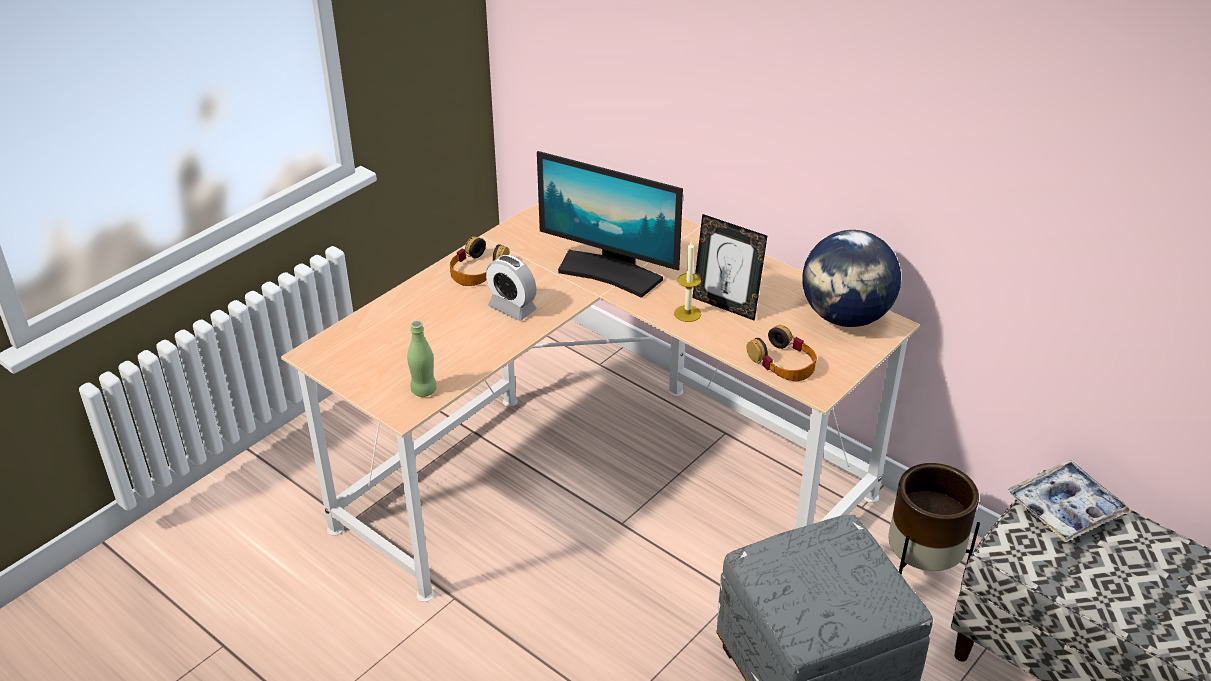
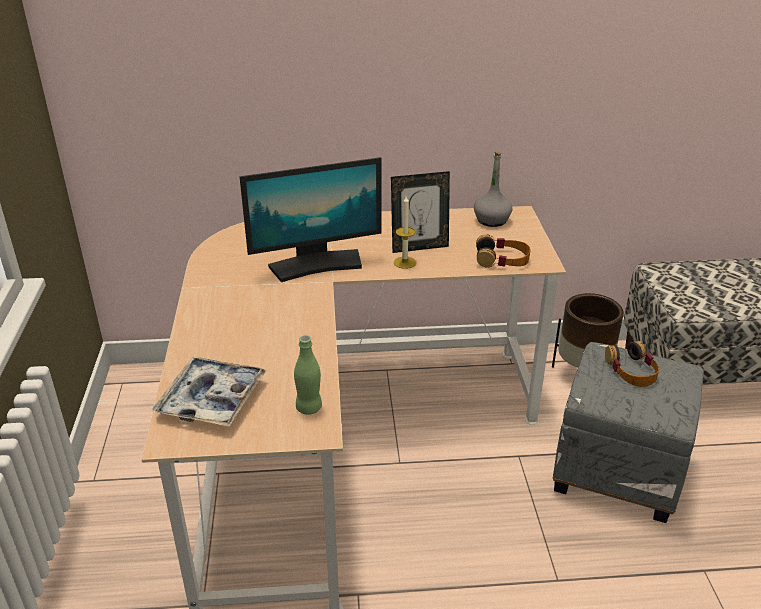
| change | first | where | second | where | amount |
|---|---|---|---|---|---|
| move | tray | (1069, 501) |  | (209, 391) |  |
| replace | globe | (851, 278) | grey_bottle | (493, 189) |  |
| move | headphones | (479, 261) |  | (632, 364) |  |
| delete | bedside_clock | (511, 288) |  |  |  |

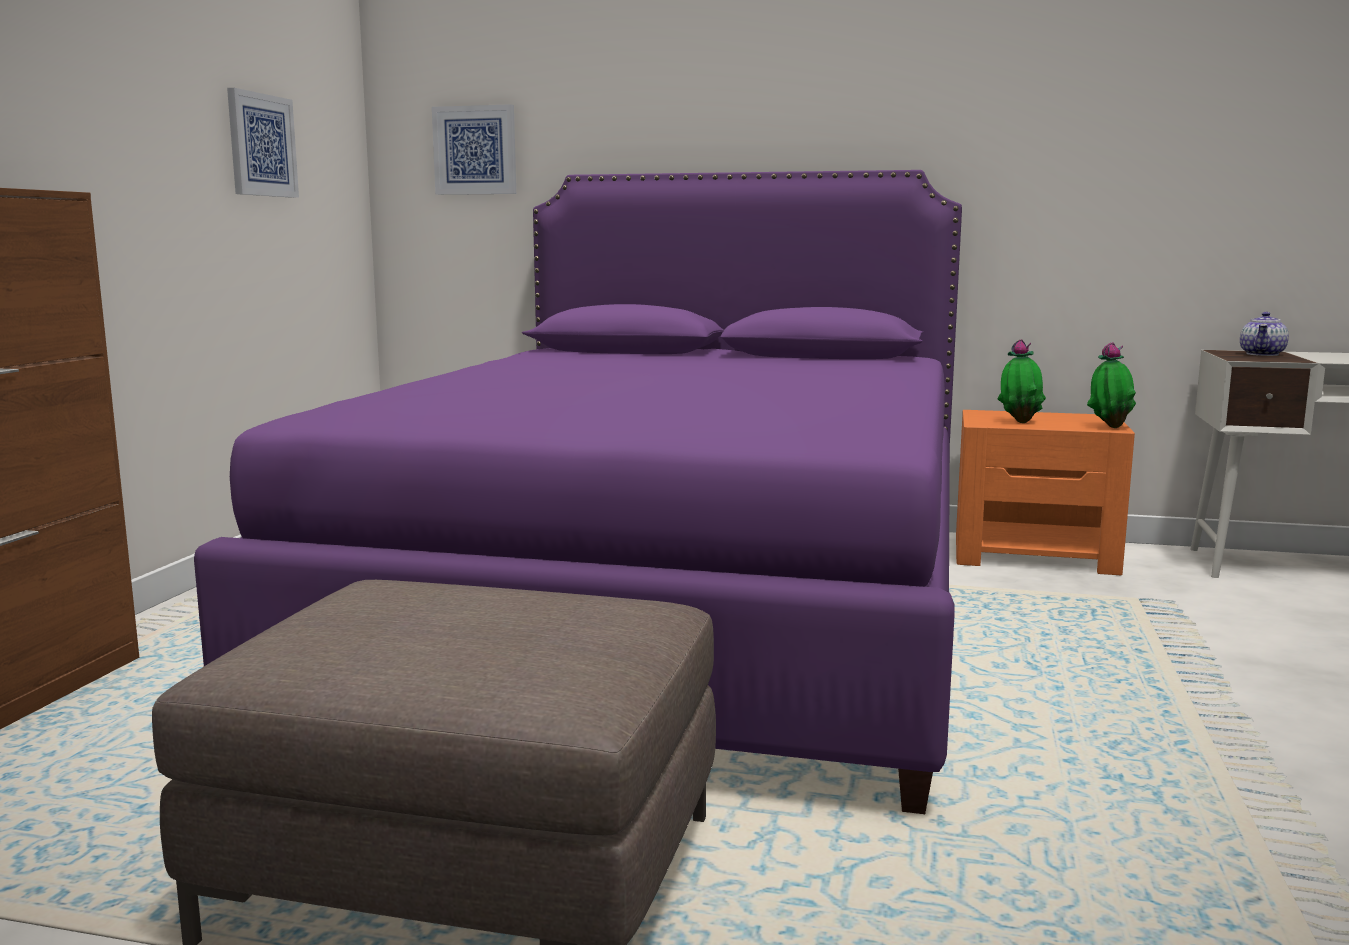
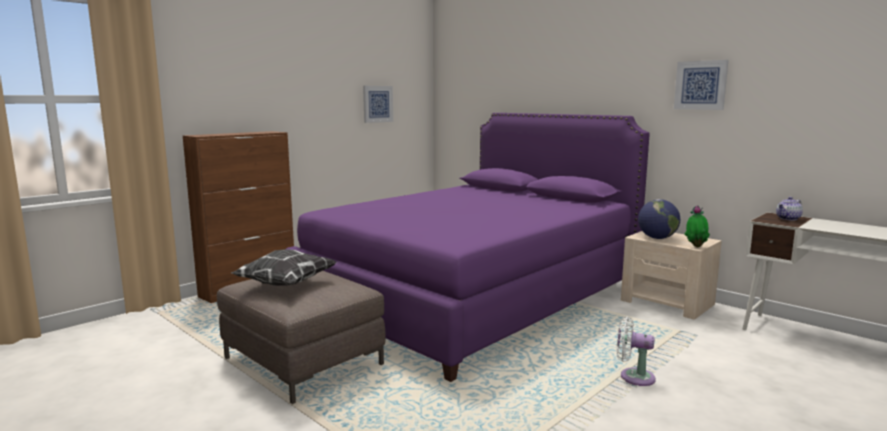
| change | first | where | second | where | amount |
|---|---|---|---|---|---|
| insert |  |  | cushion | (284, 267) |  |
| insert |  |  | white_electric_fan | (636, 351) |  |
| recolor | orange-coloured_night_table | (1045, 492) | beige-coloured_night_table | (671, 275) |  |
| replace | potted_plant | (1022, 381) | globe | (659, 219) |  |
| move | picture | (474, 149) |  | (701, 85) |  |

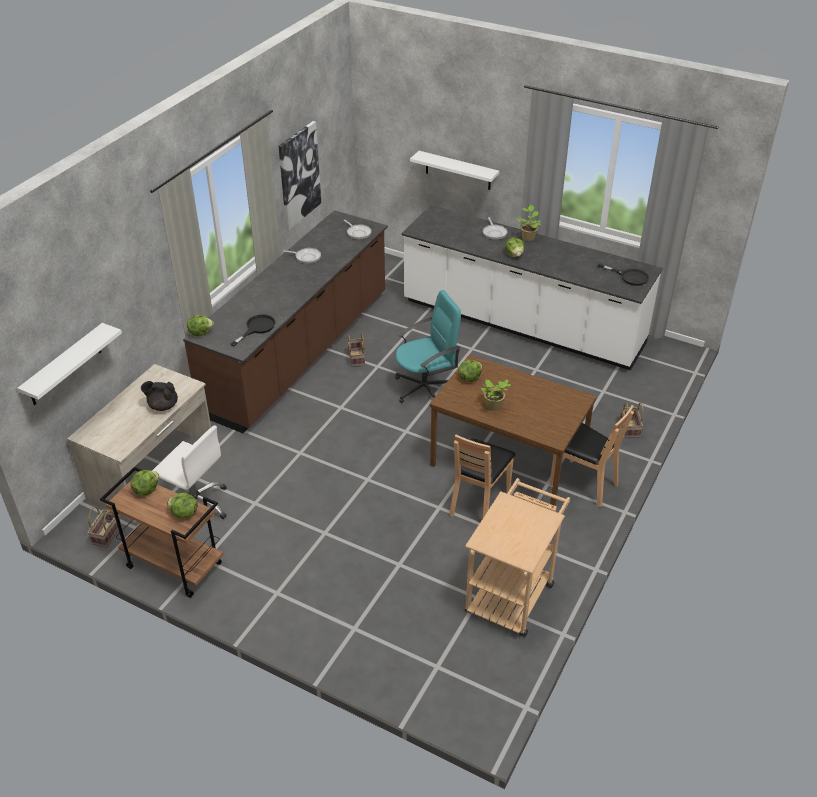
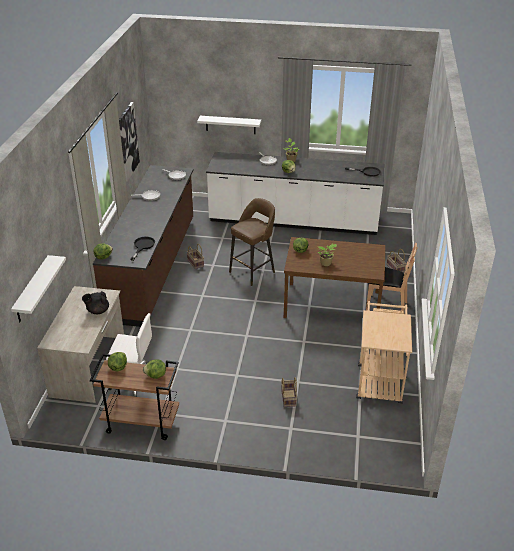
| change | first | where | second | where | amount |
|---|---|---|---|---|---|
| replace | blue-green_office_chair | (428, 346) | brownish_stool_seat | (252, 242) |  |
| move | basket | (104, 527) |  | (289, 392) |  |
| delete | brownish_upright_chair | (482, 476) |  |  |  |

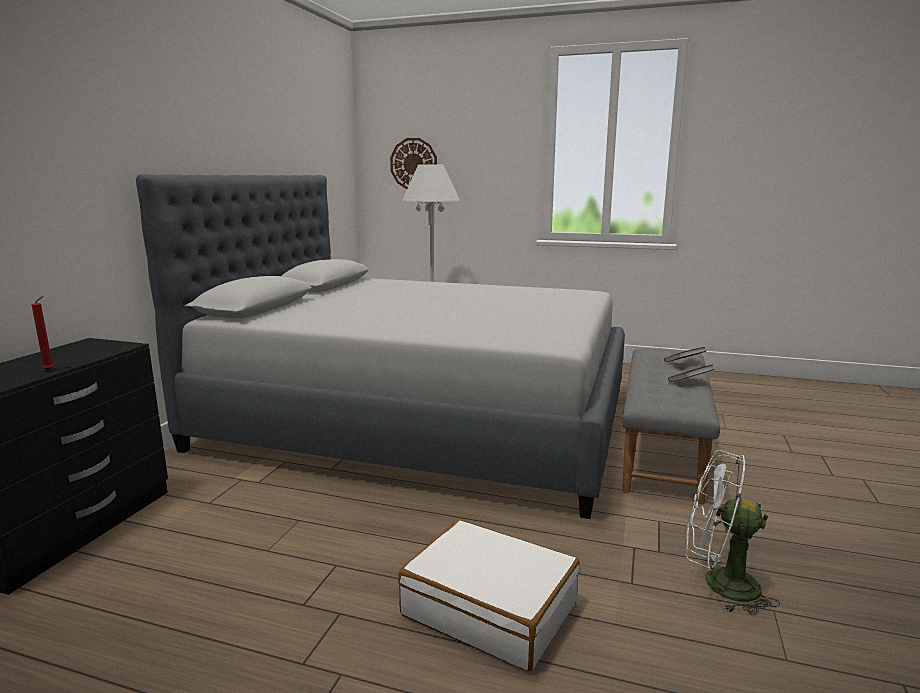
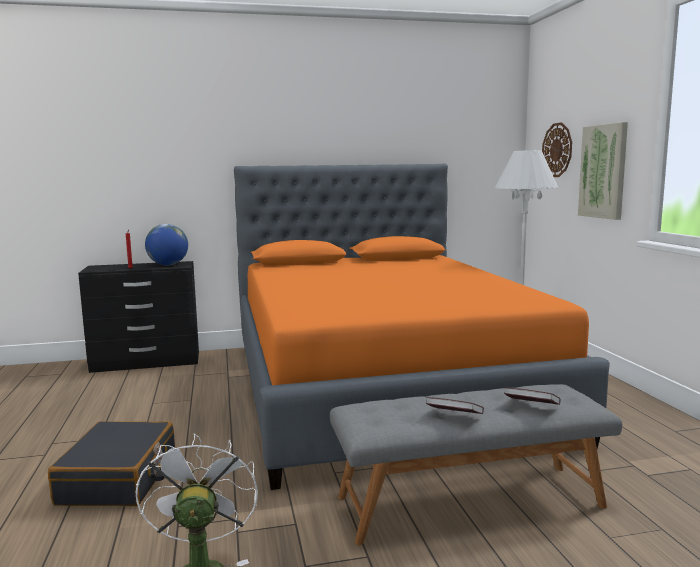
| change | first | where | second | where | amount |
|---|---|---|---|---|---|
| recolor | white_suitcase | (489, 595) | black_suitcase | (111, 463) |  |
| insert |  |  | globe | (166, 244) |  |
| recolor | grey_bedroom_bed | (380, 346) | orange-coloured_bedroom_bed | (422, 327) |  |
| insert |  |  | picture | (603, 171) |  |

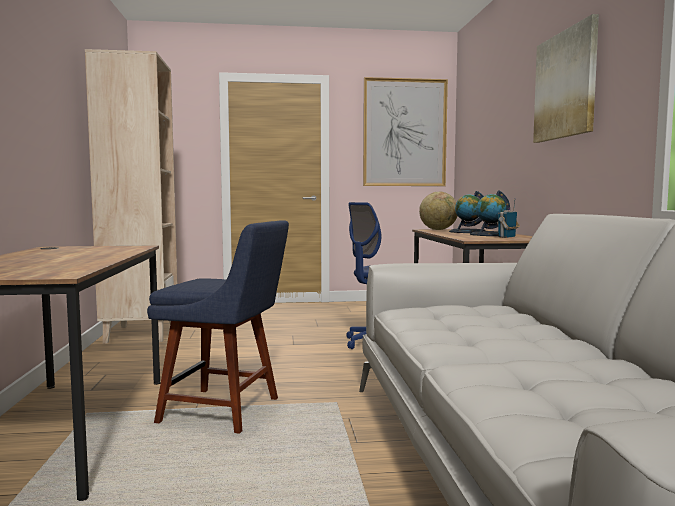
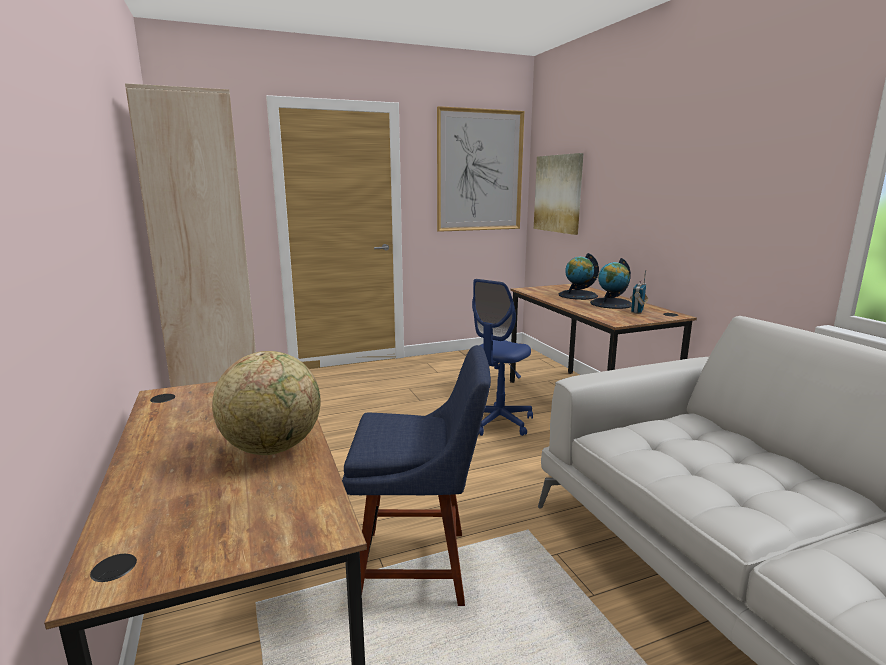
| change | first | where | second | where | amount |
|---|---|---|---|---|---|
| move | globe | (438, 210) |  | (266, 403) |  |
| move | picture | (566, 78) |  | (559, 194) |  |

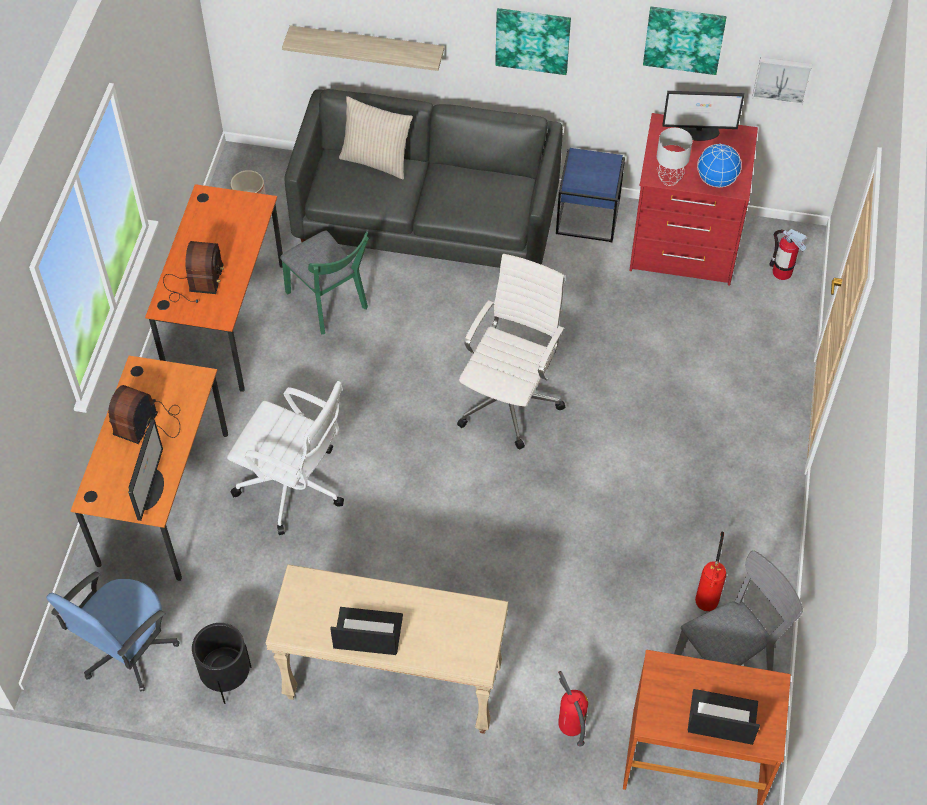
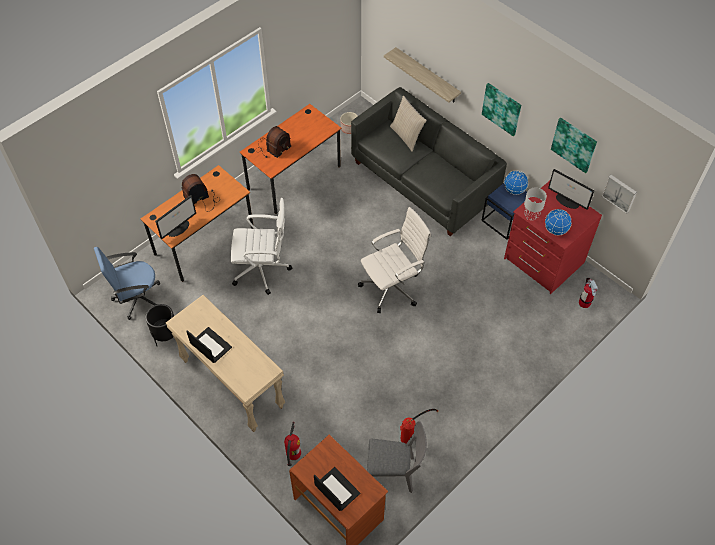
| change | first | where | second | where | amount |
|---|---|---|---|---|---|
| rotate | white_office_chair | (285, 458) |  | (262, 246) | 60 degrees counterclockwise |
| insert |  |  | globe | (516, 183) |  |
| delete | green_upright_chair | (324, 283) |  |  |  |

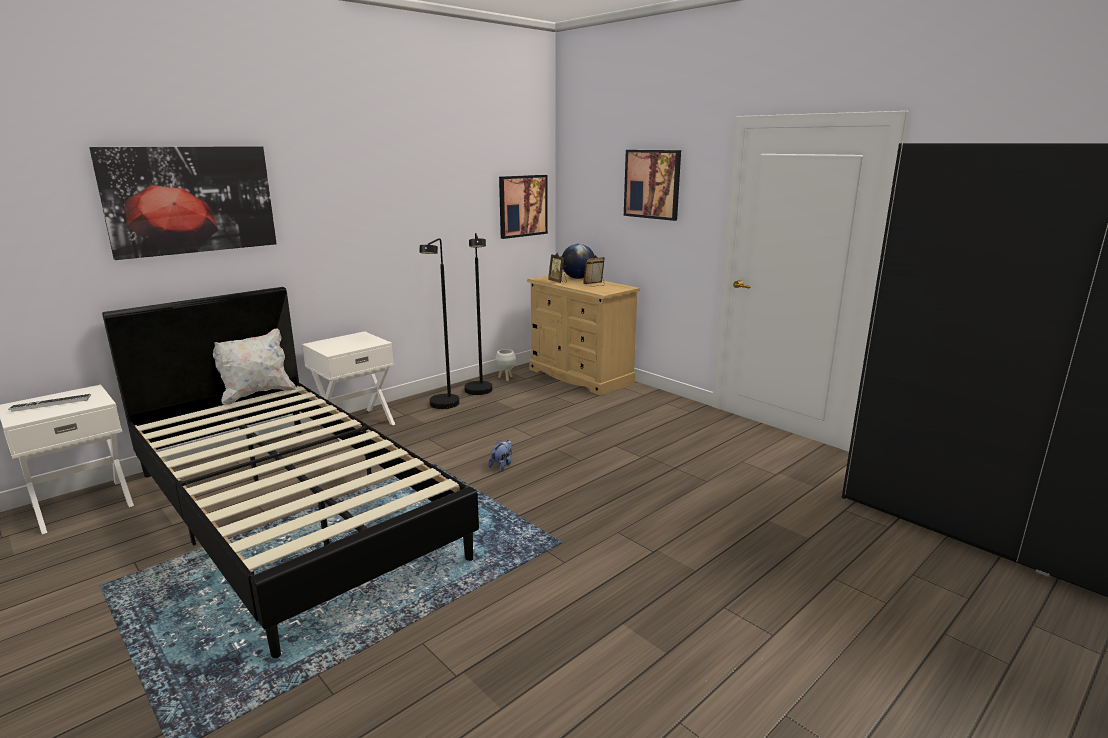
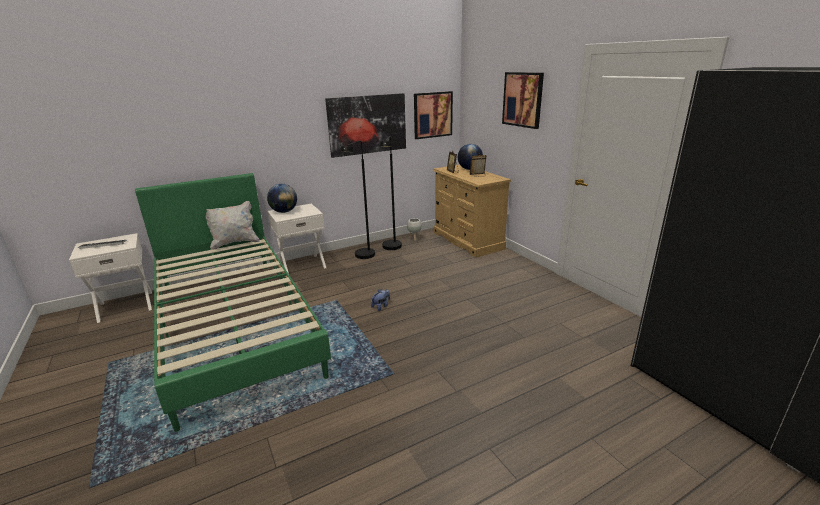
| change | first | where | second | where | amount |
|---|---|---|---|---|---|
| recolor | black_bedroom_bed | (290, 472) | green_bedroom_bed | (233, 302) |  |
| insert |  |  | globe | (282, 198) |  |
| move | picture | (183, 203) |  | (365, 125) |  |

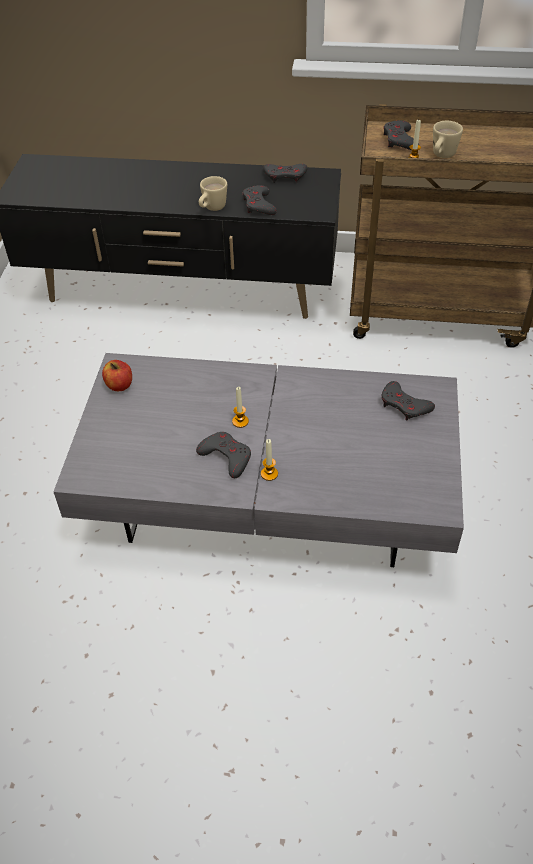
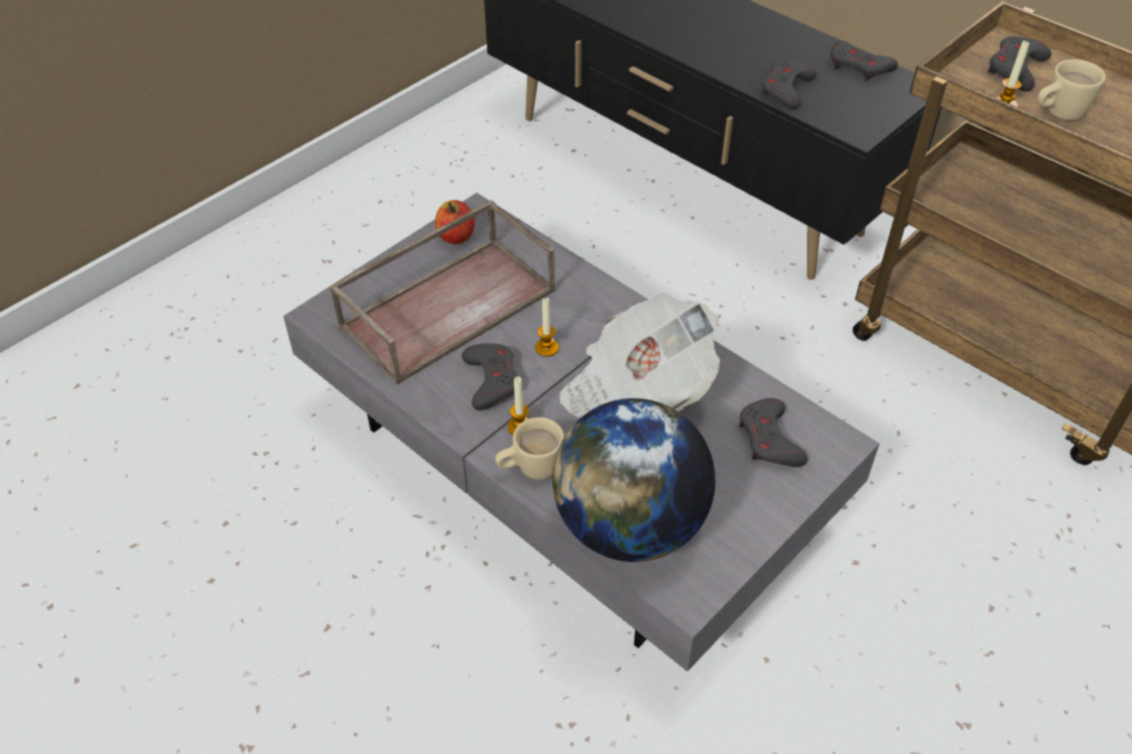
| change | first | where | second | where | amount |
|---|---|---|---|---|---|
| insert |  |  | brownish_tray | (442, 292) |  |
| move | beige-coloured_mug | (213, 193) |  | (529, 448) |  |
| insert |  |  | globe | (633, 480) |  |
| insert |  |  | daily_paper | (640, 355) |  |

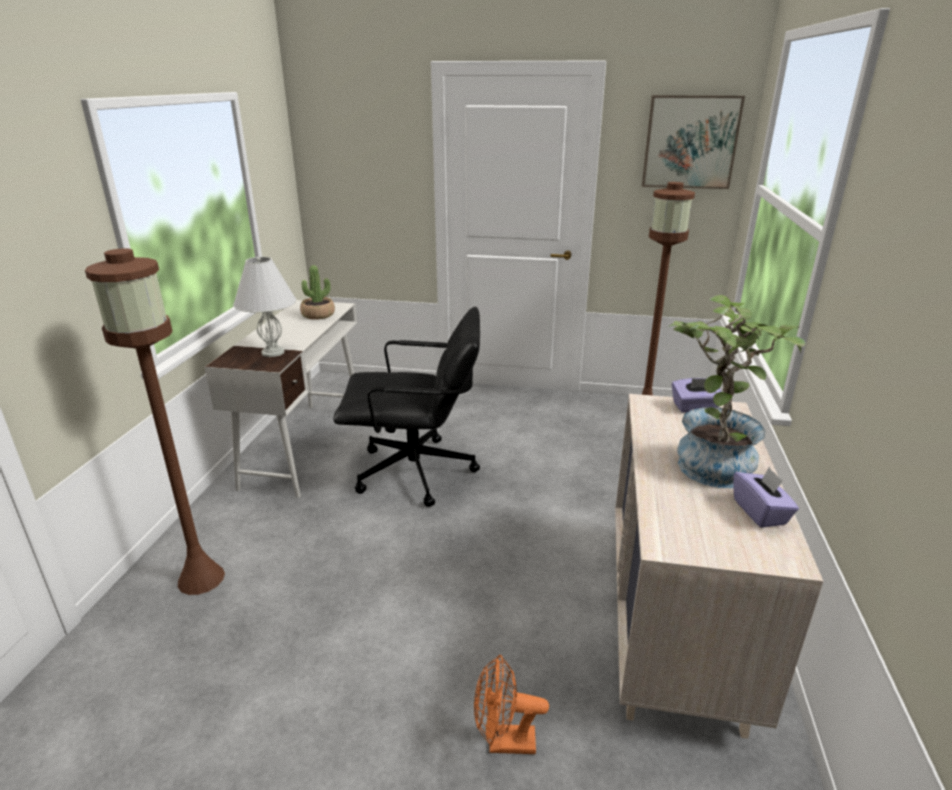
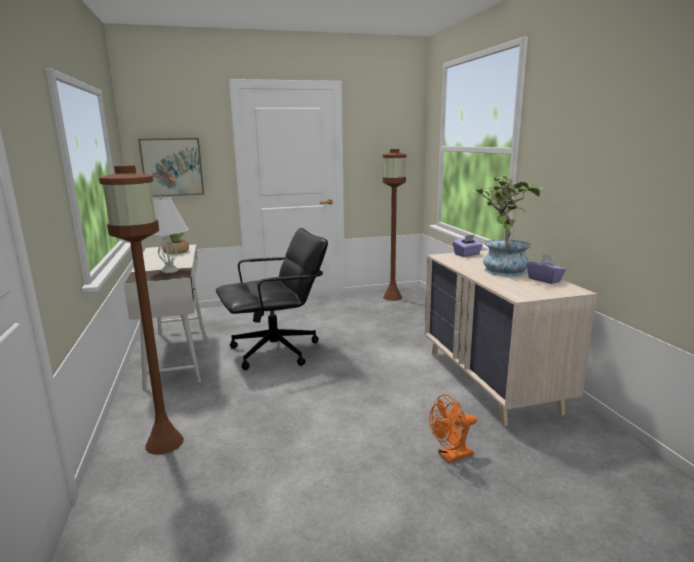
| change | first | where | second | where | amount |
|---|---|---|---|---|---|
| move | picture | (693, 142) |  | (171, 167) |  |

